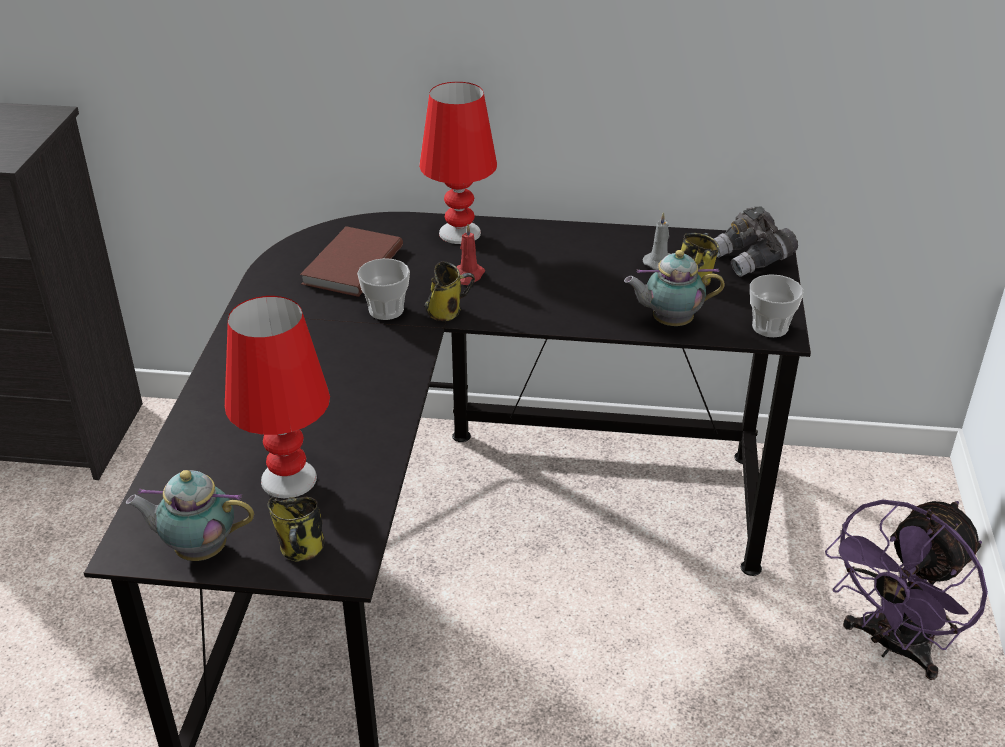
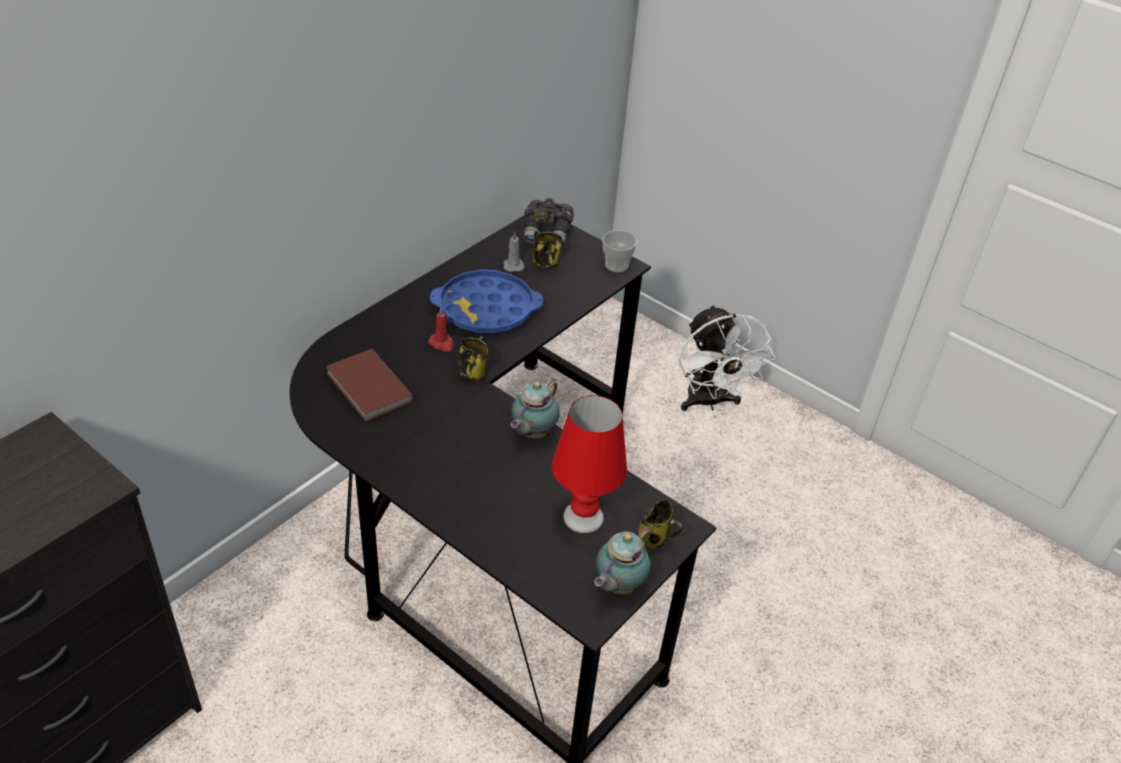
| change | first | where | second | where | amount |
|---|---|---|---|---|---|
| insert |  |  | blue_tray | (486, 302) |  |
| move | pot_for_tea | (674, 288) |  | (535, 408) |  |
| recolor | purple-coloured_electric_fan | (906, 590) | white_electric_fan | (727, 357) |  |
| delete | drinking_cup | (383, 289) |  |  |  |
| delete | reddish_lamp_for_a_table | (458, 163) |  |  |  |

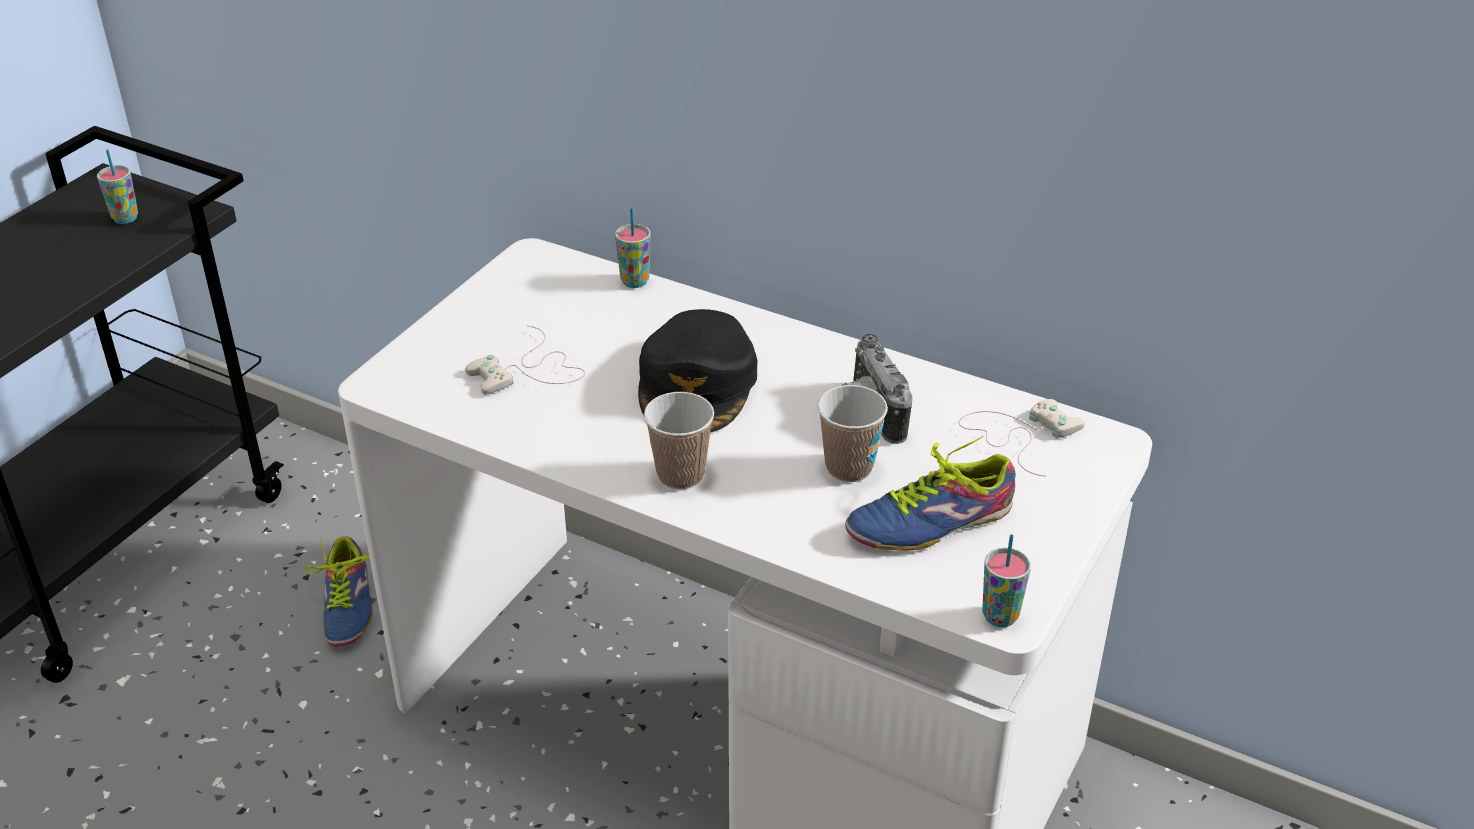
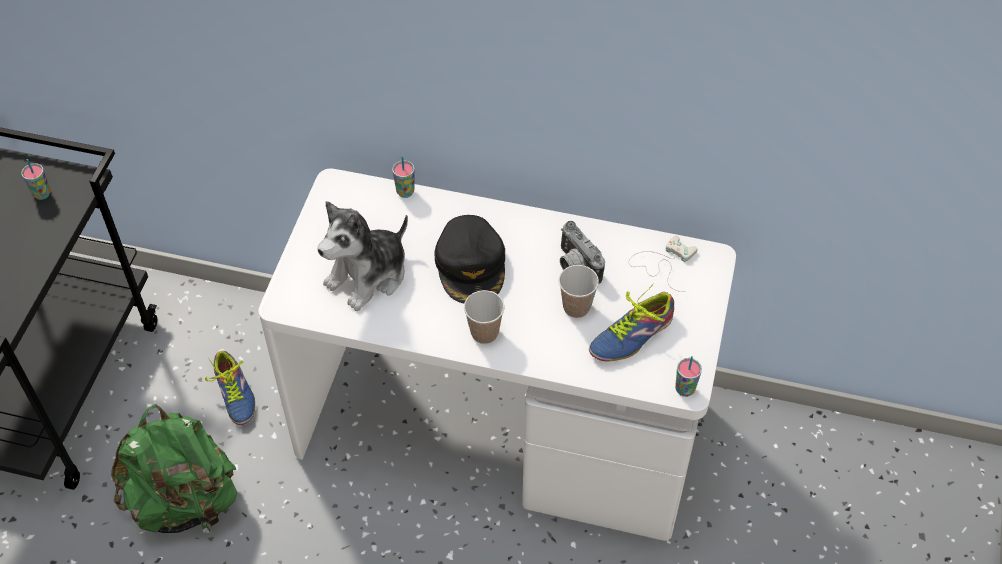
| change | first | where | second | where | amount |
|---|---|---|---|---|---|
| insert |  |  | green_rucksack | (174, 468) |  |
| replace | white_joypad | (525, 360) | plush_toy | (363, 256) |  |

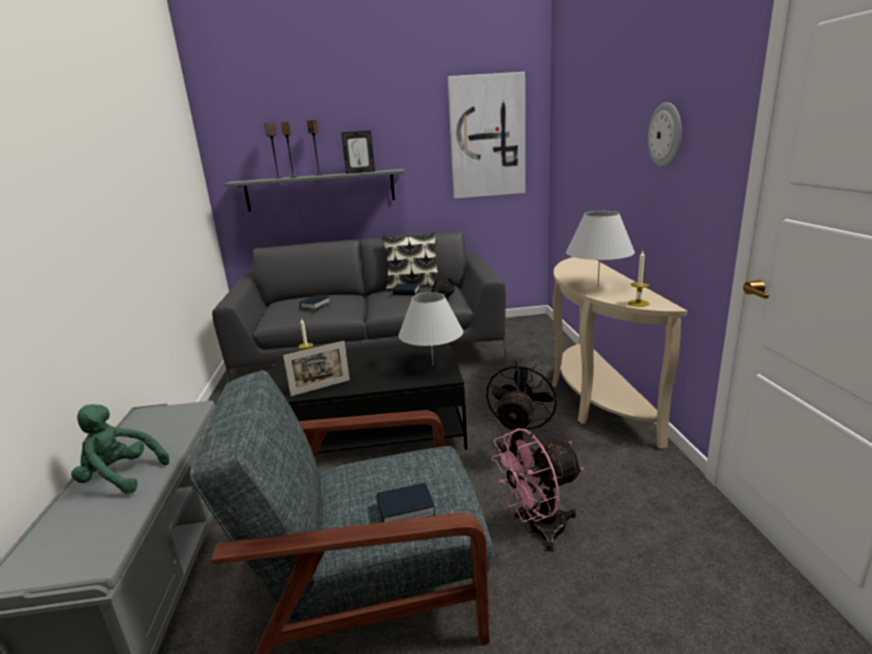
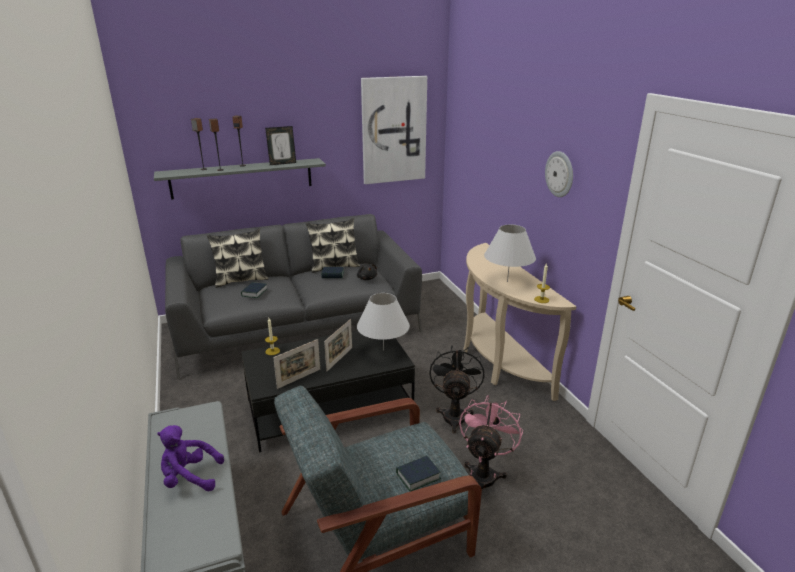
| change | first | where | second | where | amount |
|---|---|---|---|---|---|
| recolor | green_plush_toy | (120, 449) | purple-coloured_plush_toy | (190, 458) |  |
| insert |  |  | cushion | (237, 258) |  |
| insert |  |  | photo_frame | (338, 345) |  |
| rotate | pinkish_electric_fan | (537, 490) |  | (491, 442) | 150 degrees clockwise |

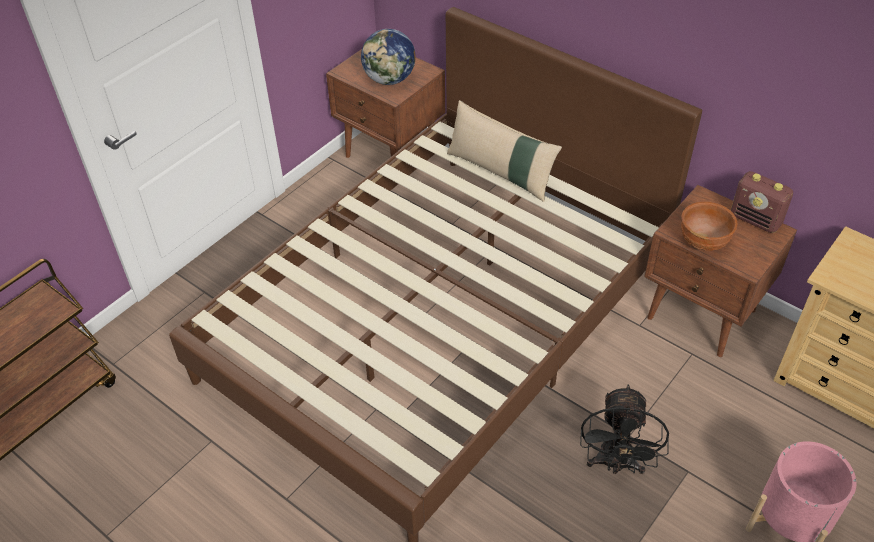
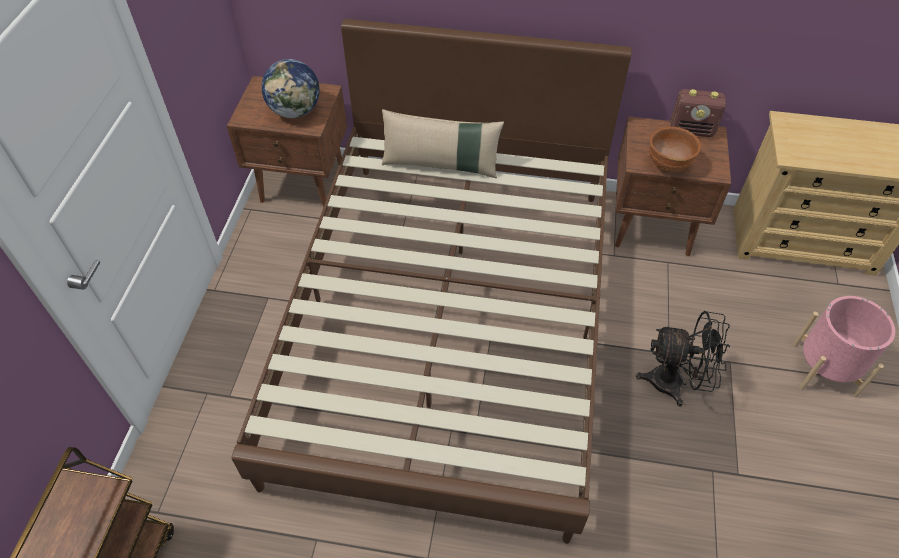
| change | first | where | second | where | amount |
|---|---|---|---|---|---|
| rotate | black_electric_fan | (624, 429) |  | (683, 359) | 60 degrees counterclockwise |

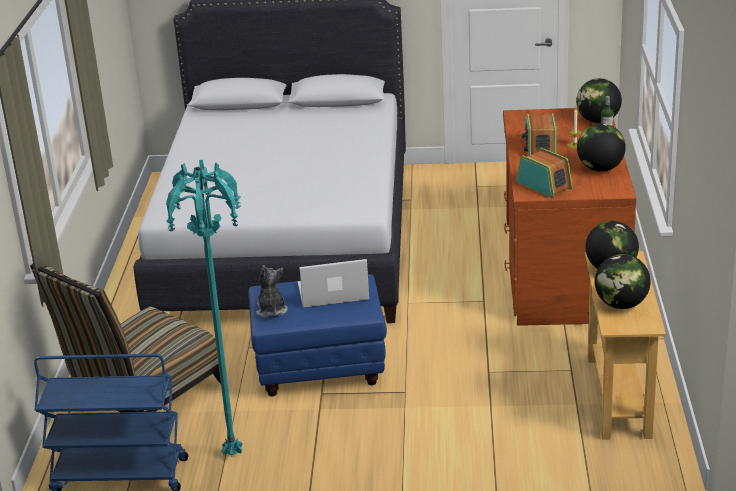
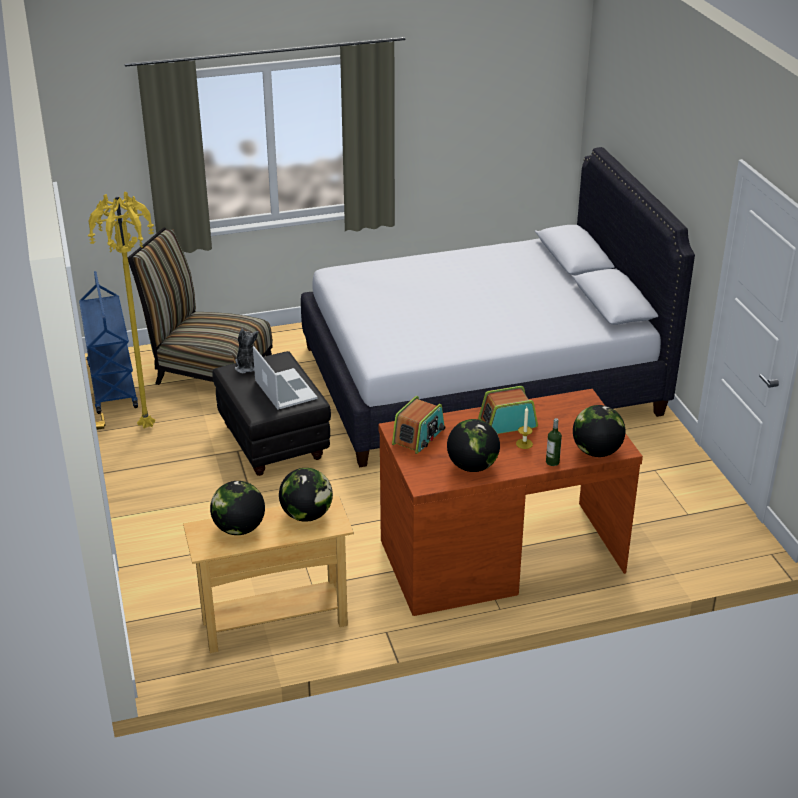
| change | first | where | second | where | amount |
|---|---|---|---|---|---|
| recolor | blue-green_standard_lamp | (204, 308) | yellowish_standard_lamp | (121, 310) |  |
| recolor | blue_ottoman | (317, 335) | black_ottoman | (271, 413) |  |
| rotate | plush_toy | (272, 291) |  | (246, 351) | 75 degrees counterclockwise |

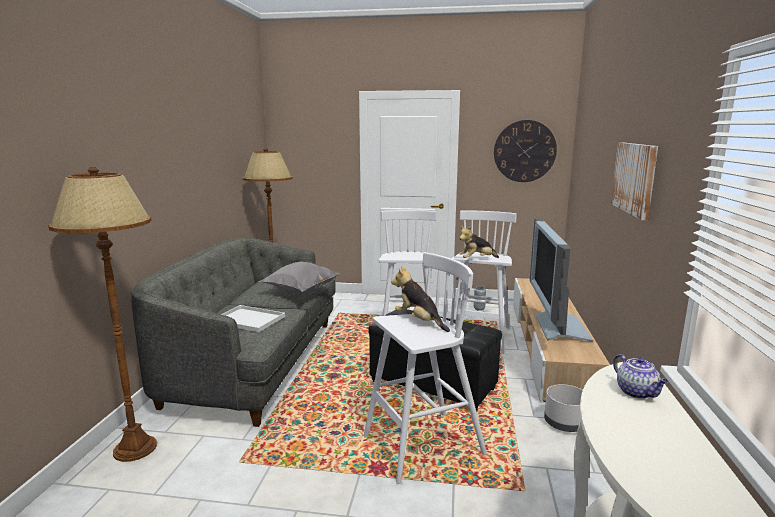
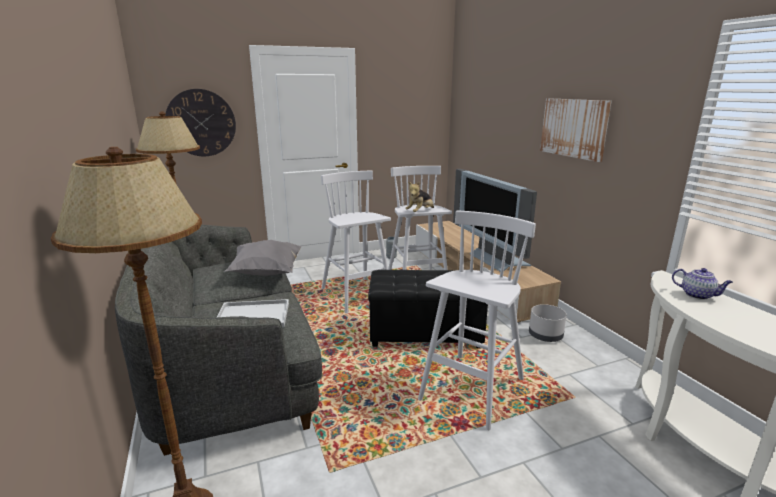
| change | first | where | second | where | amount |
|---|---|---|---|---|---|
| move | hanging_clock | (525, 151) |  | (200, 122) |  |
| delete | plush_toy | (420, 299) |  |  |  |

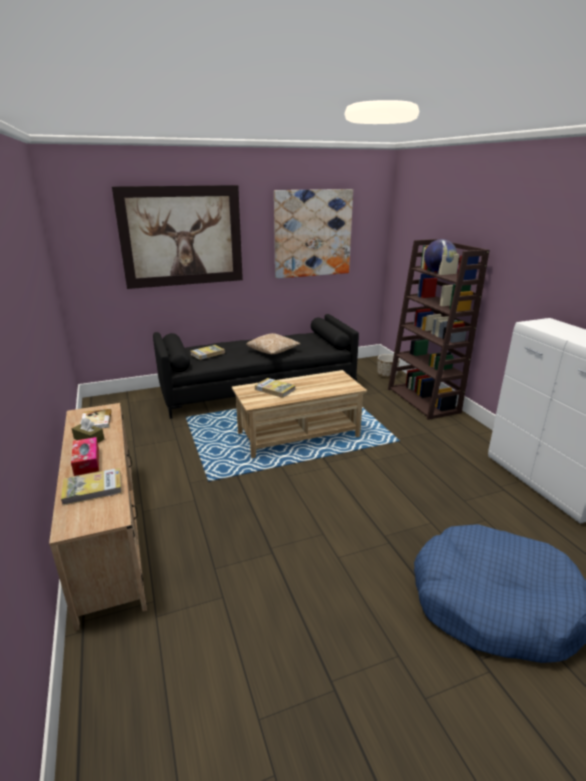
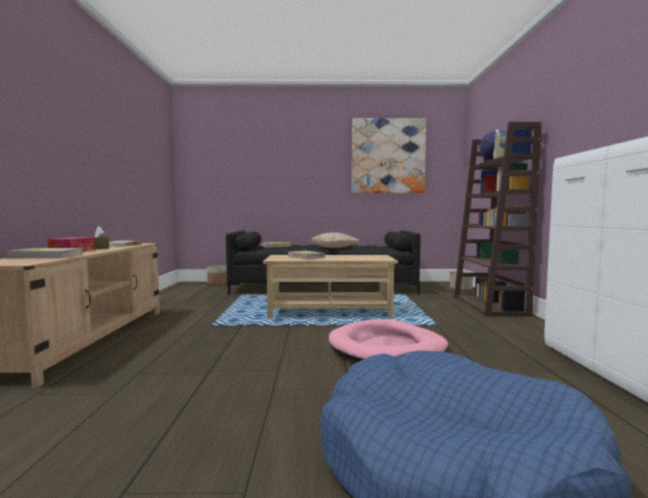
| change | first | where | second | where | amount |
|---|---|---|---|---|---|
| insert |  |  | flower_pot | (217, 275) |  |
| insert |  |  | pinkish_pet_bed | (388, 340) |  |
| delete | picture | (177, 237) |  |  |  |

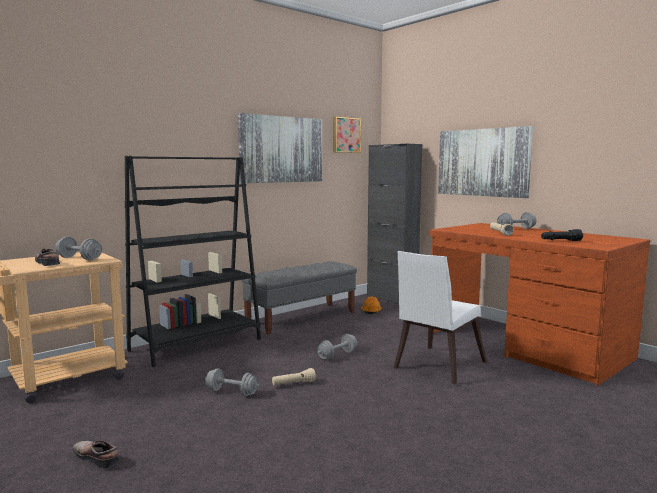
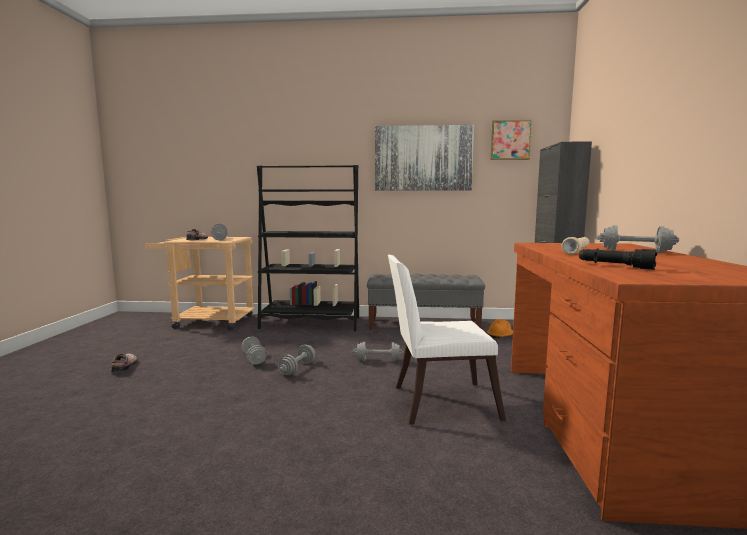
| change | first | where | second | where | amount |
|---|---|---|---|---|---|
| replace | beige-coloured_hand_torch | (294, 376) | grey_free_weight | (296, 360) |  |
| delete | picture | (485, 162) |  |  |  |

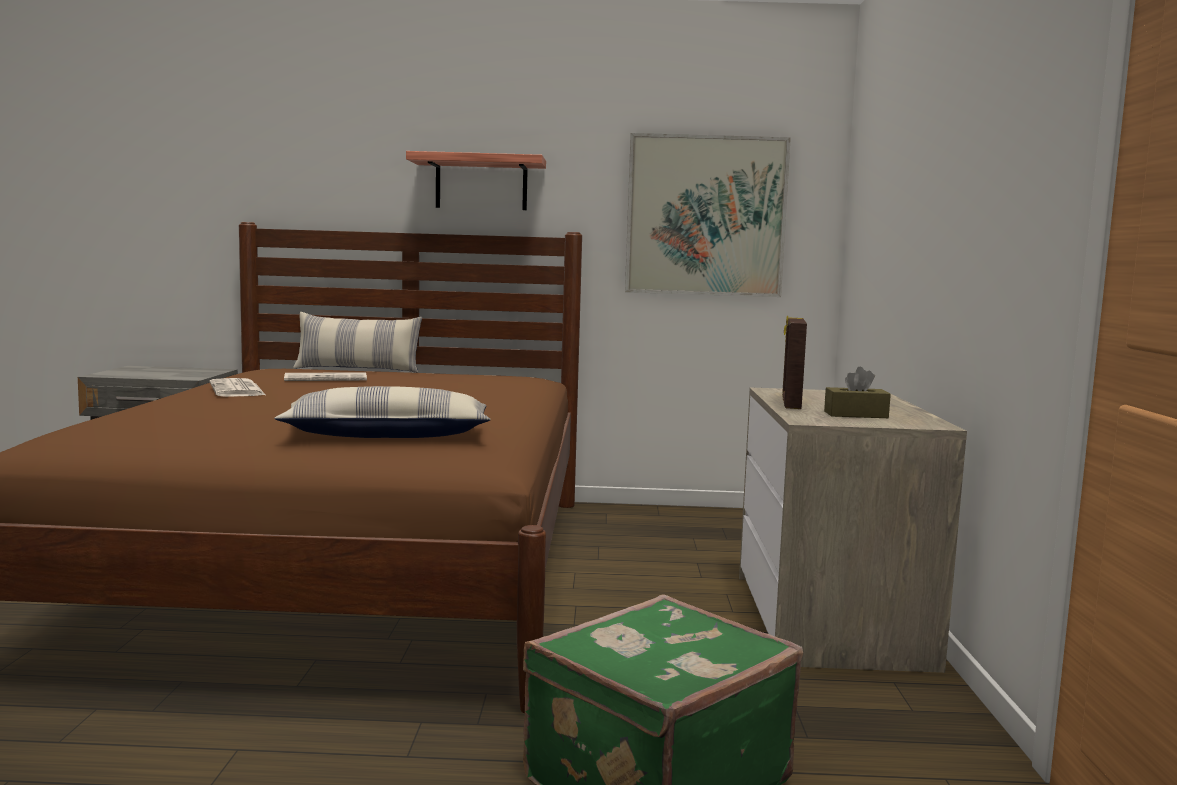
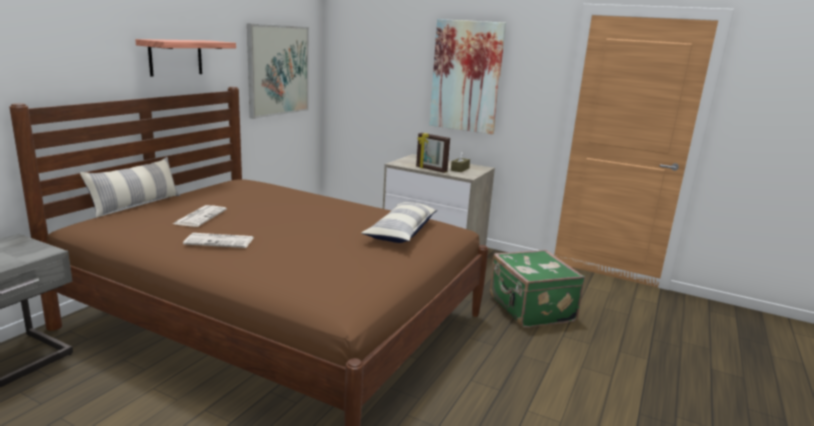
| change | first | where | second | where | amount |
|---|---|---|---|---|---|
| insert |  |  | picture | (467, 76) |  |

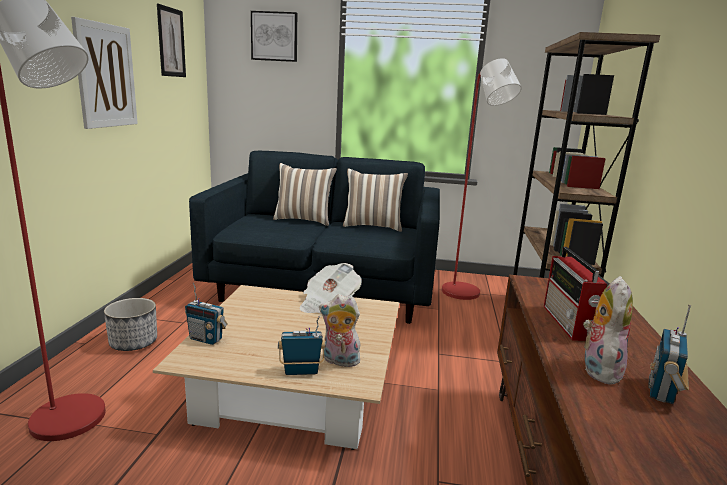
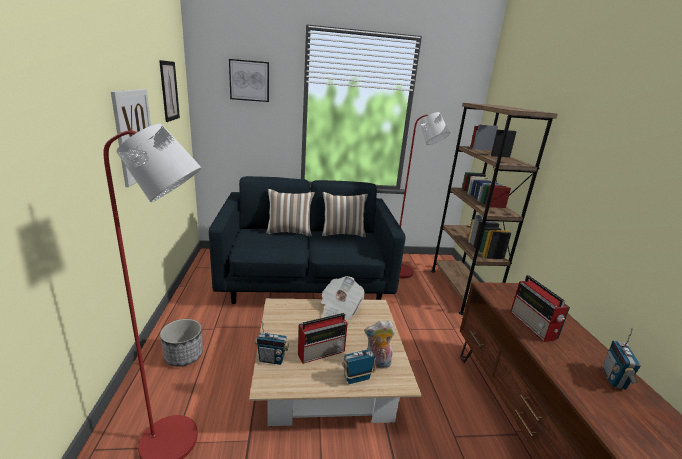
| change | first | where | second | where | amount |
|---|---|---|---|---|---|
| insert |  |  | radio_receiver | (323, 338) |  |
| delete | plush_toy | (608, 330) |  |  |  |

